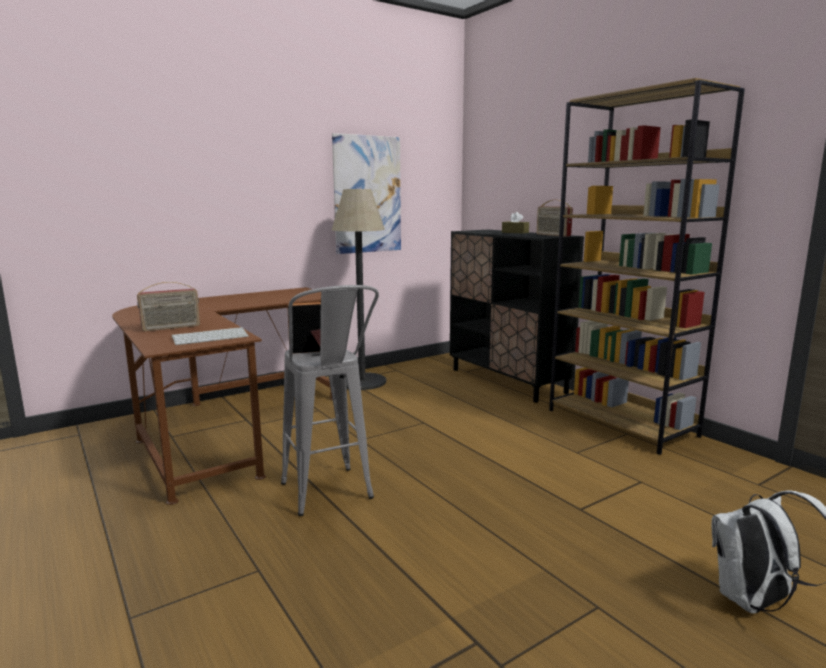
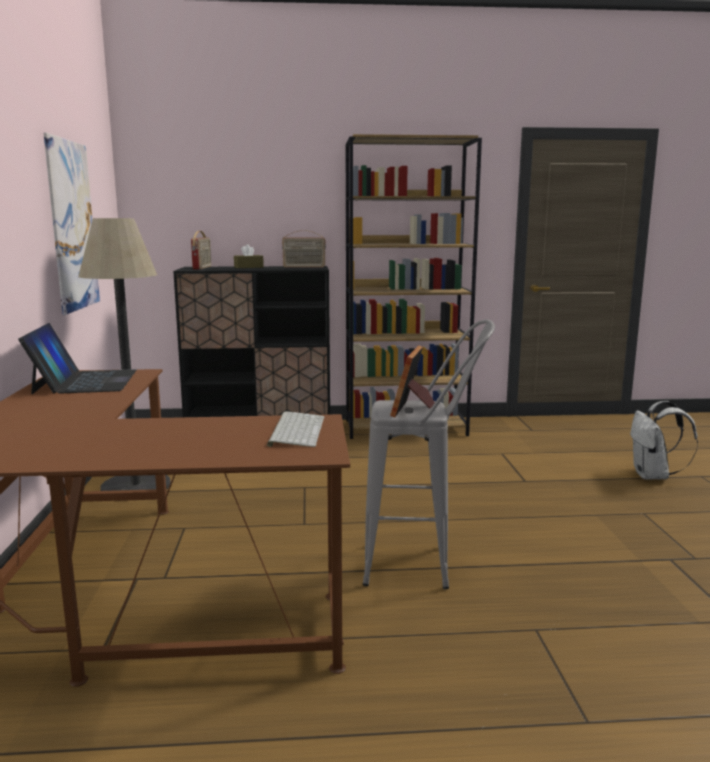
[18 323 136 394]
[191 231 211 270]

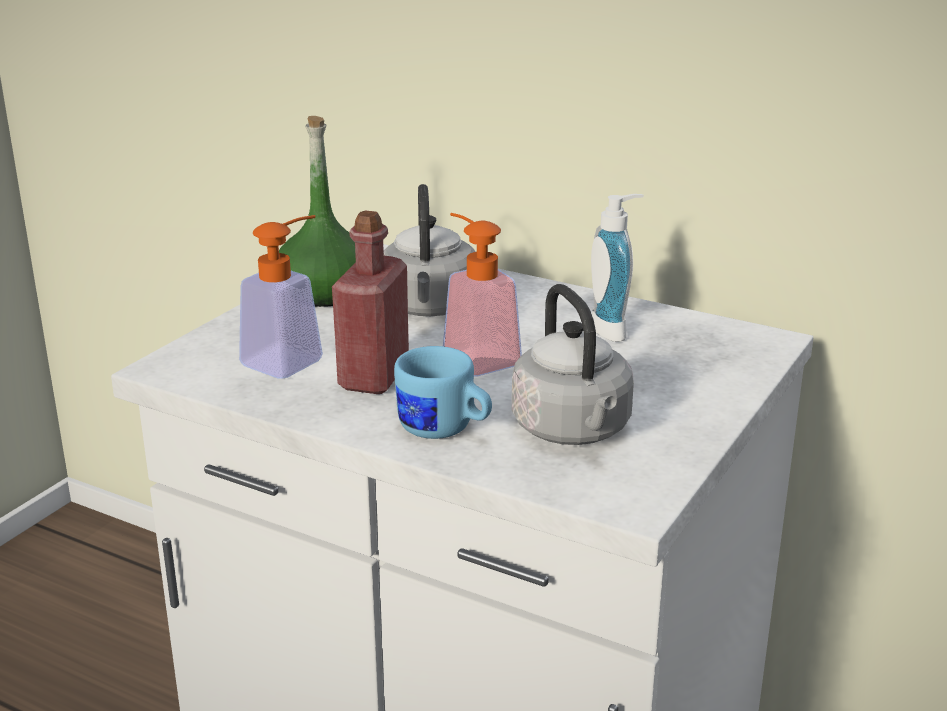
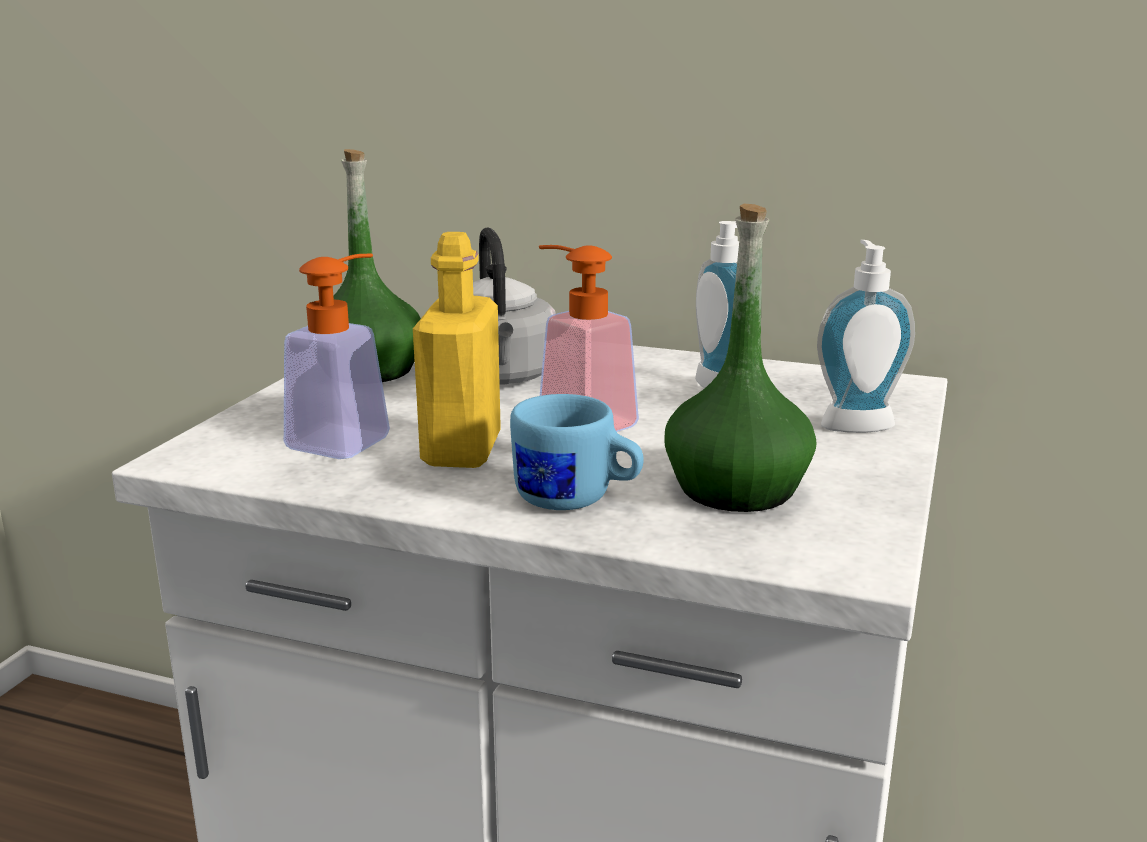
[817 240 915 433]
[664 204 816 512]
[413 232 501 468]

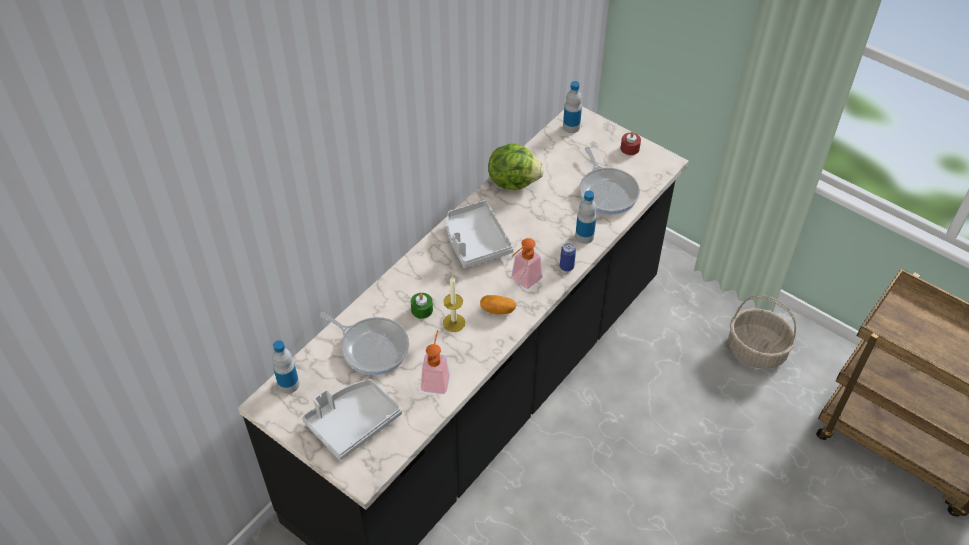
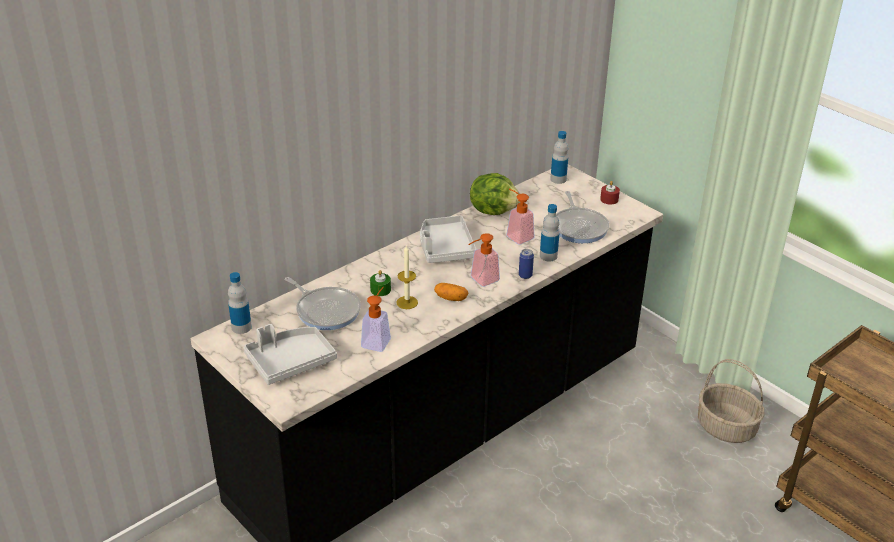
[506 189 534 245]

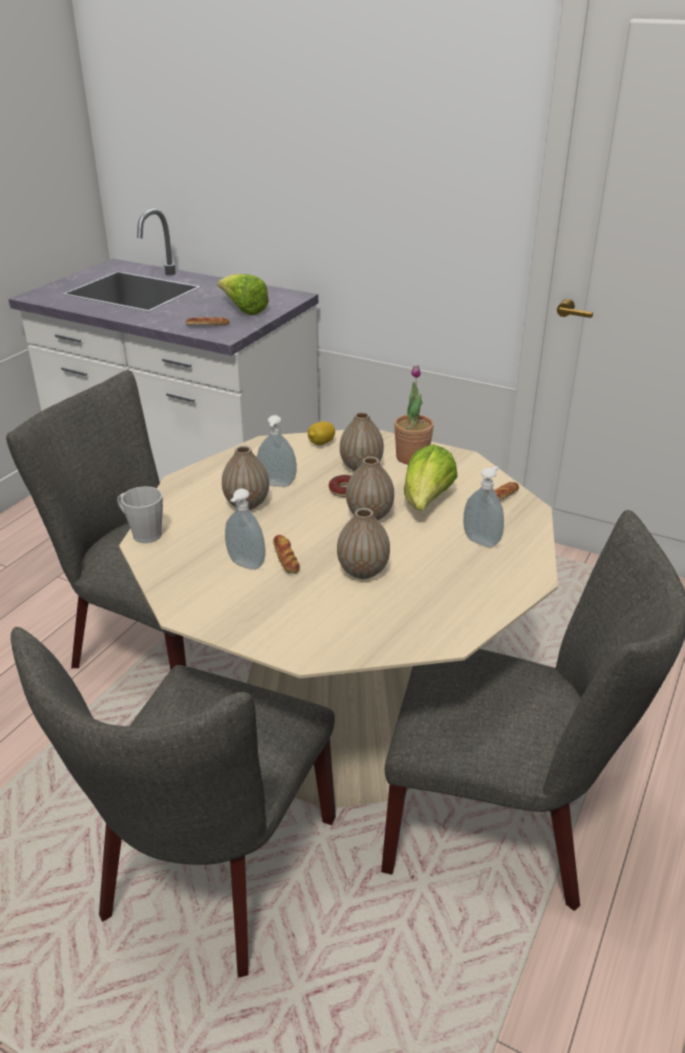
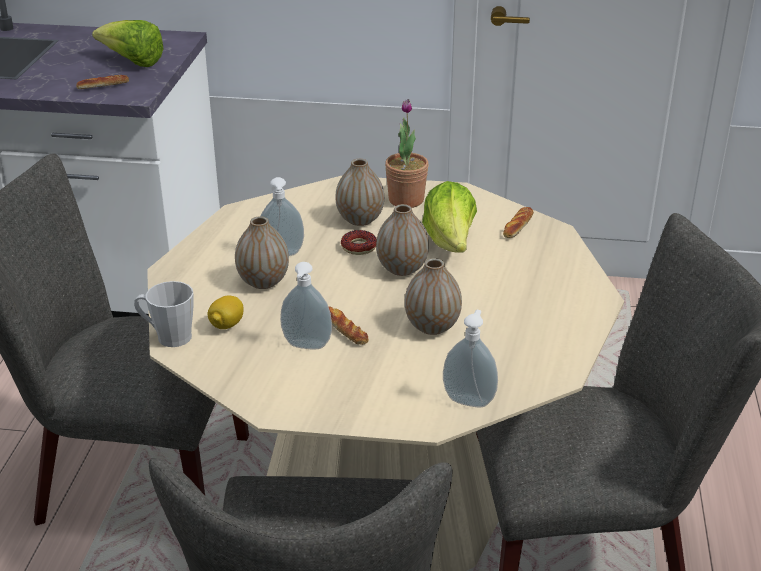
[208 295 244 329]
[443 310 498 407]

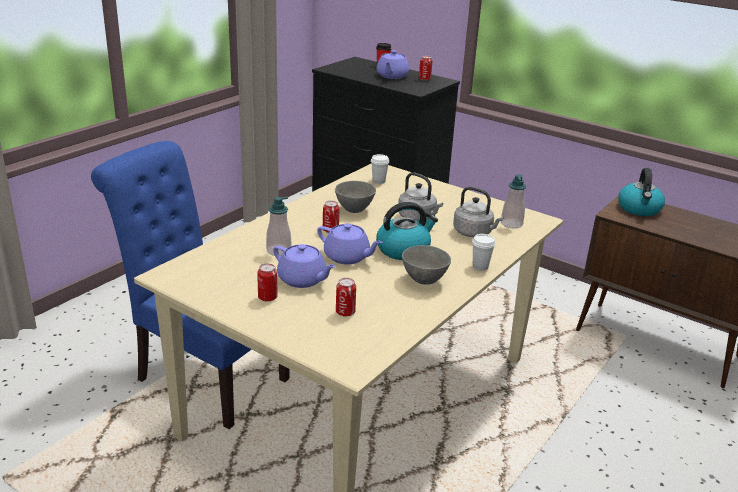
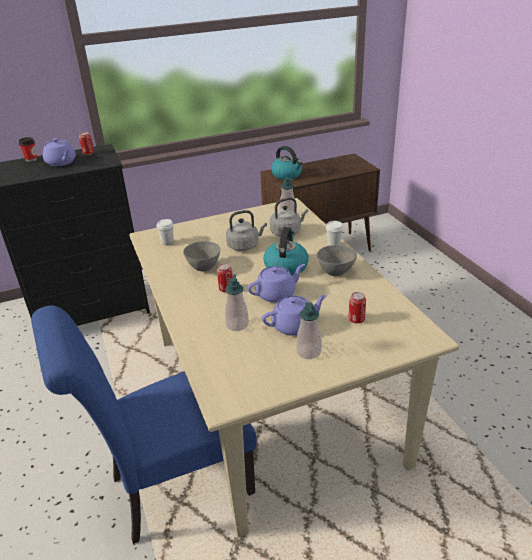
[297 302 322 359]

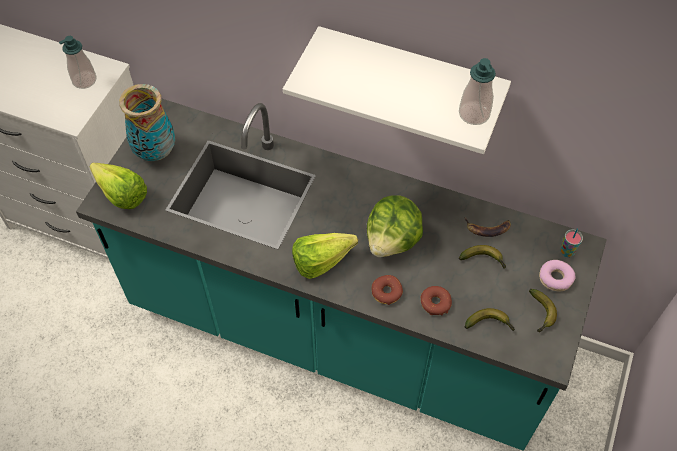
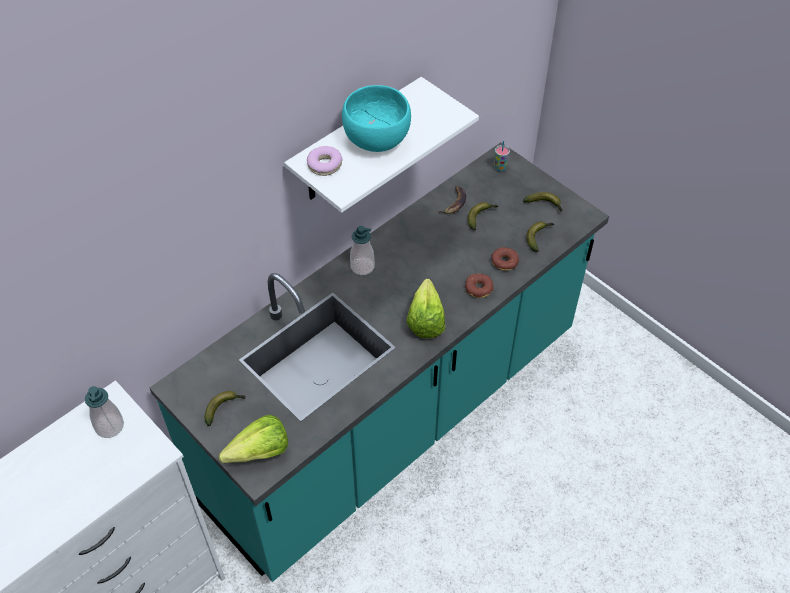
[367 195 423 257] (first image)
[342 85 411 152]
[350 226 375 275]
[307 146 342 176]
[205 391 246 426]

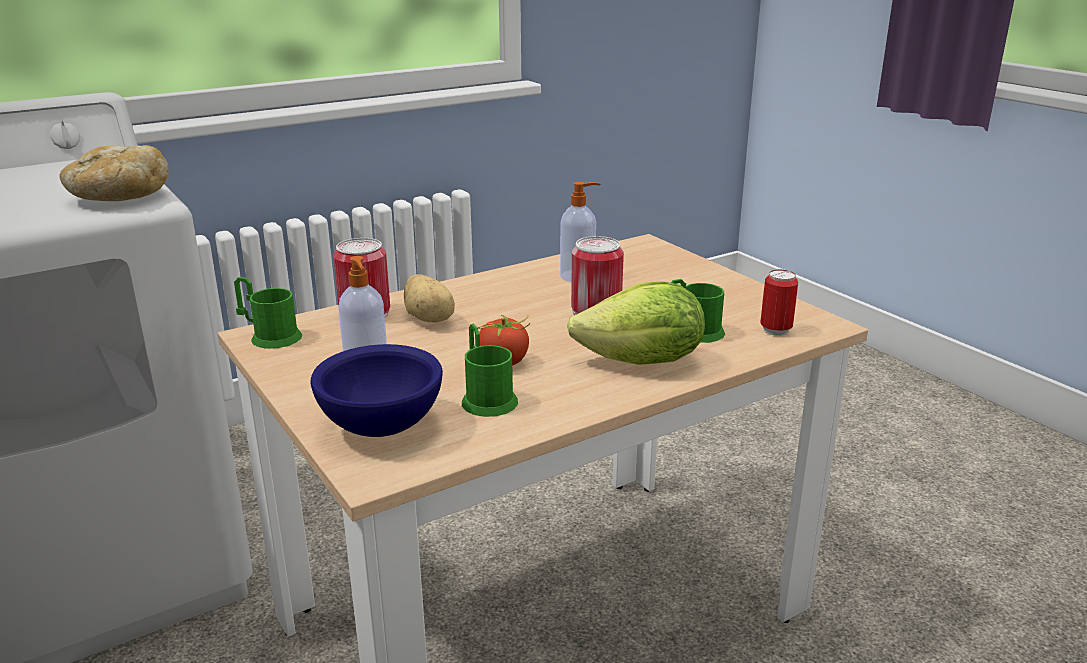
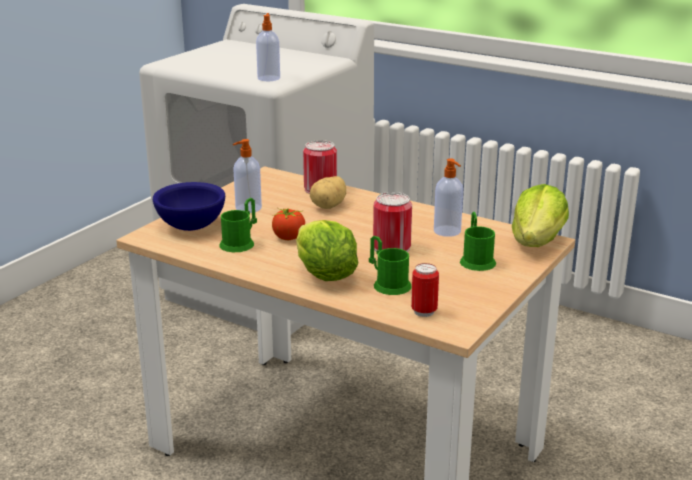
[512 184 569 247]
[460 212 496 271]
[256 13 280 81]

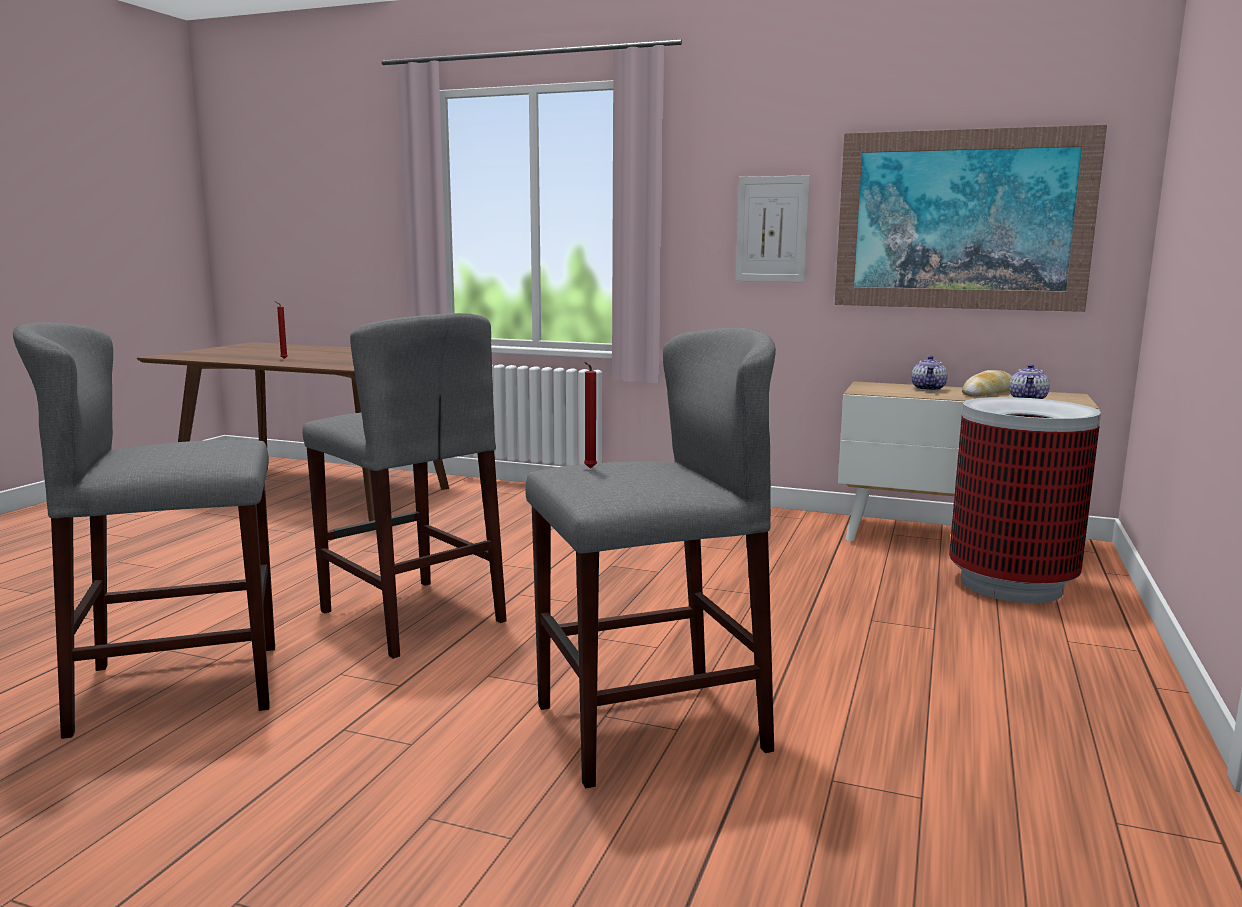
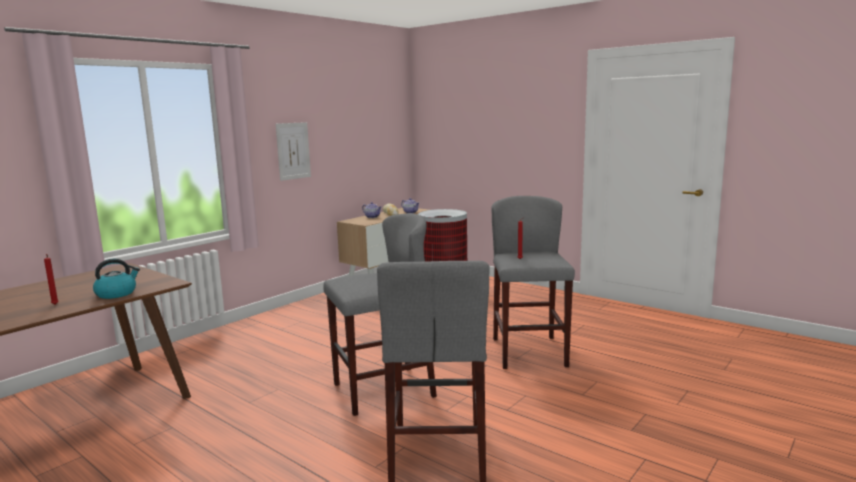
[835 124 1107 312] (first image)
[93 259 140 299]

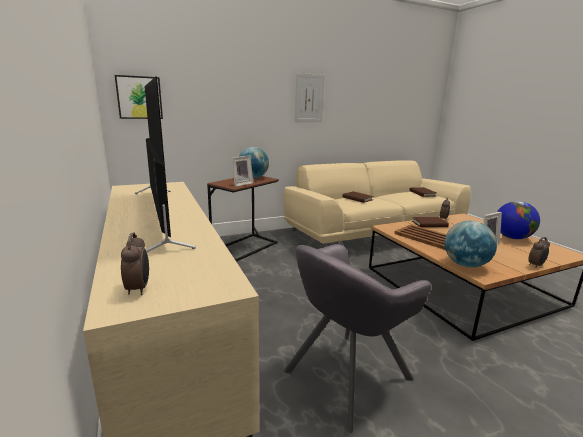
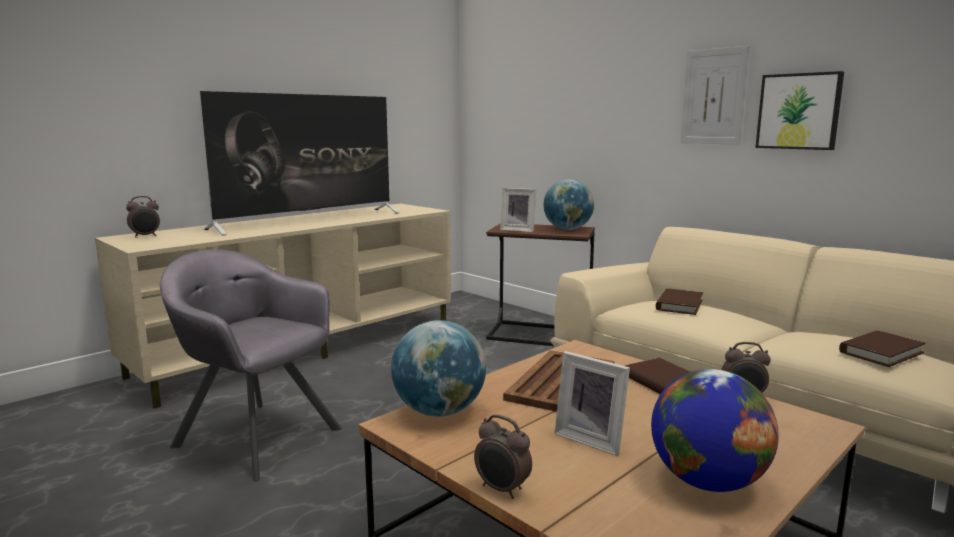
[755 71 844 150]

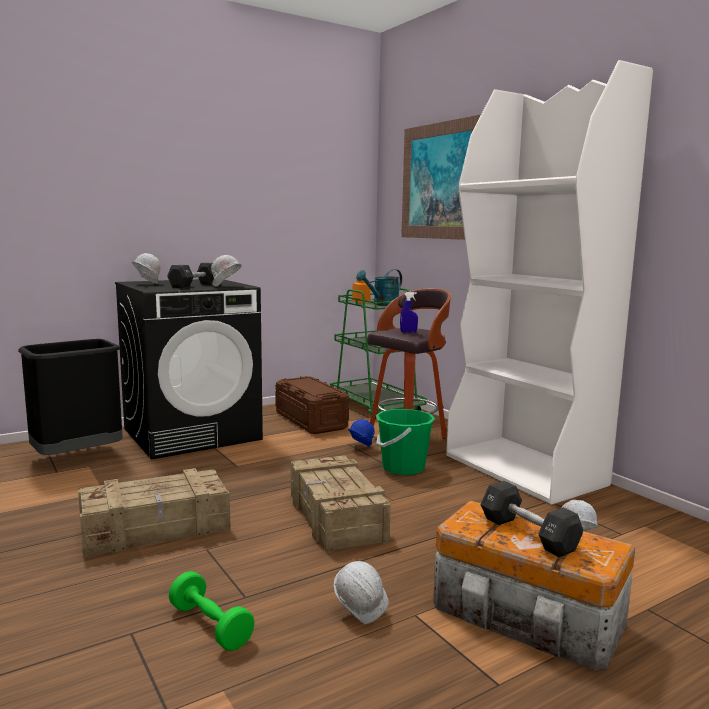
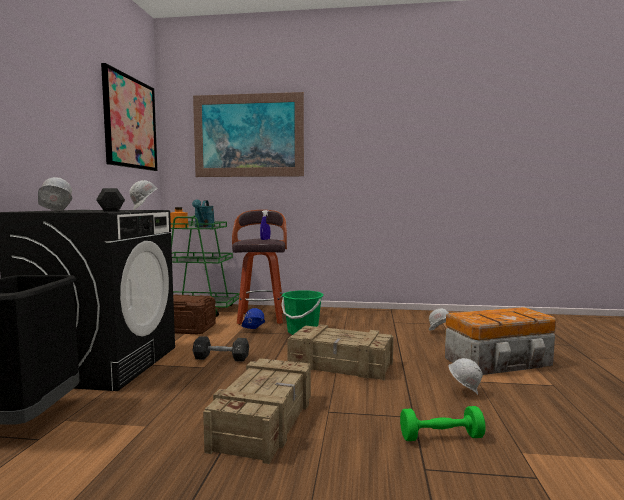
[446 60 653 505] (first image)
[101 63 158 171]
[192 336 249 361]

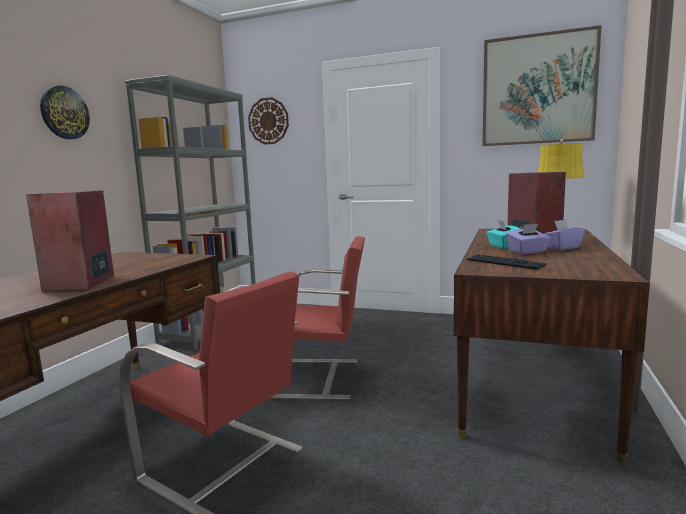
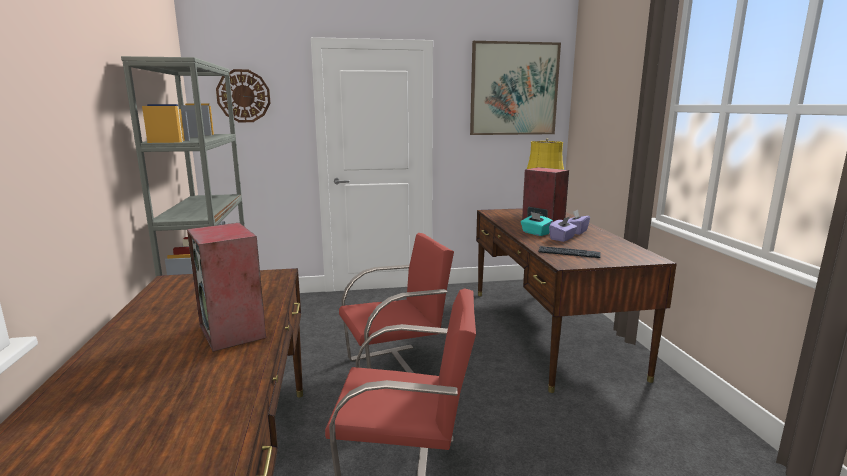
[40 86 90 139] (first image)

